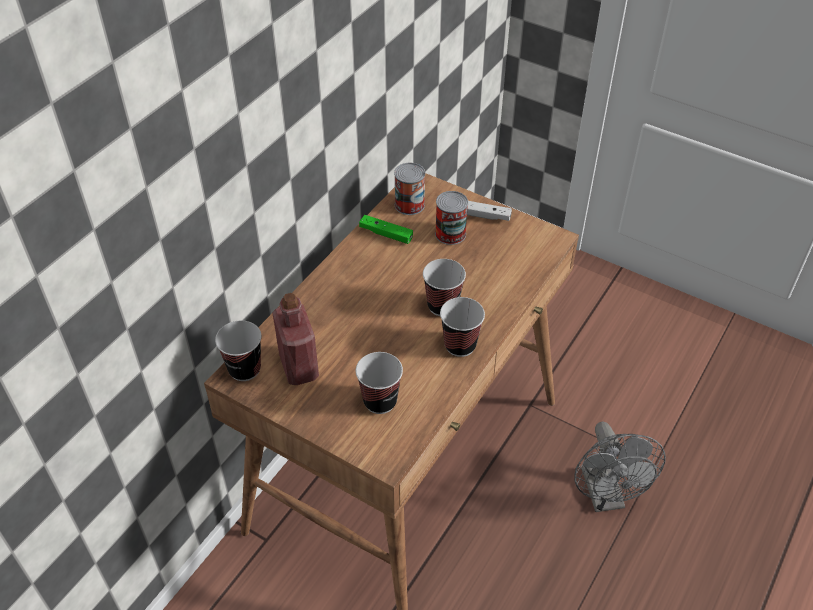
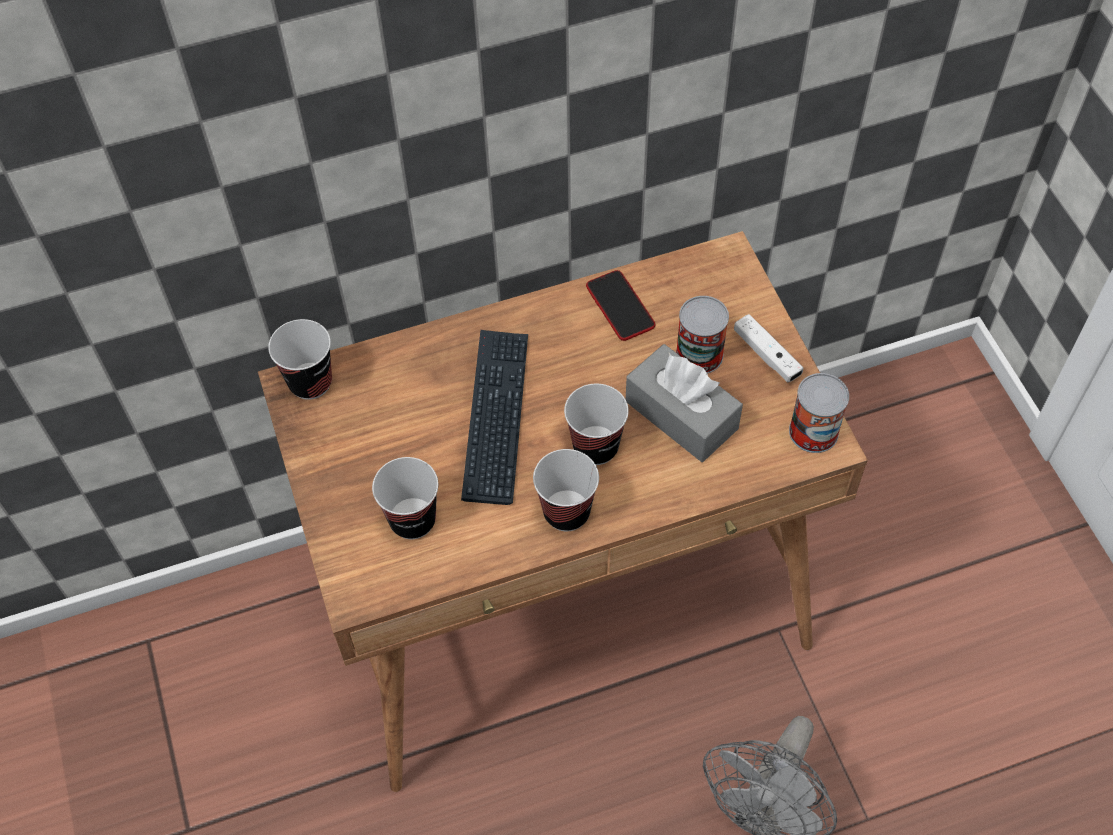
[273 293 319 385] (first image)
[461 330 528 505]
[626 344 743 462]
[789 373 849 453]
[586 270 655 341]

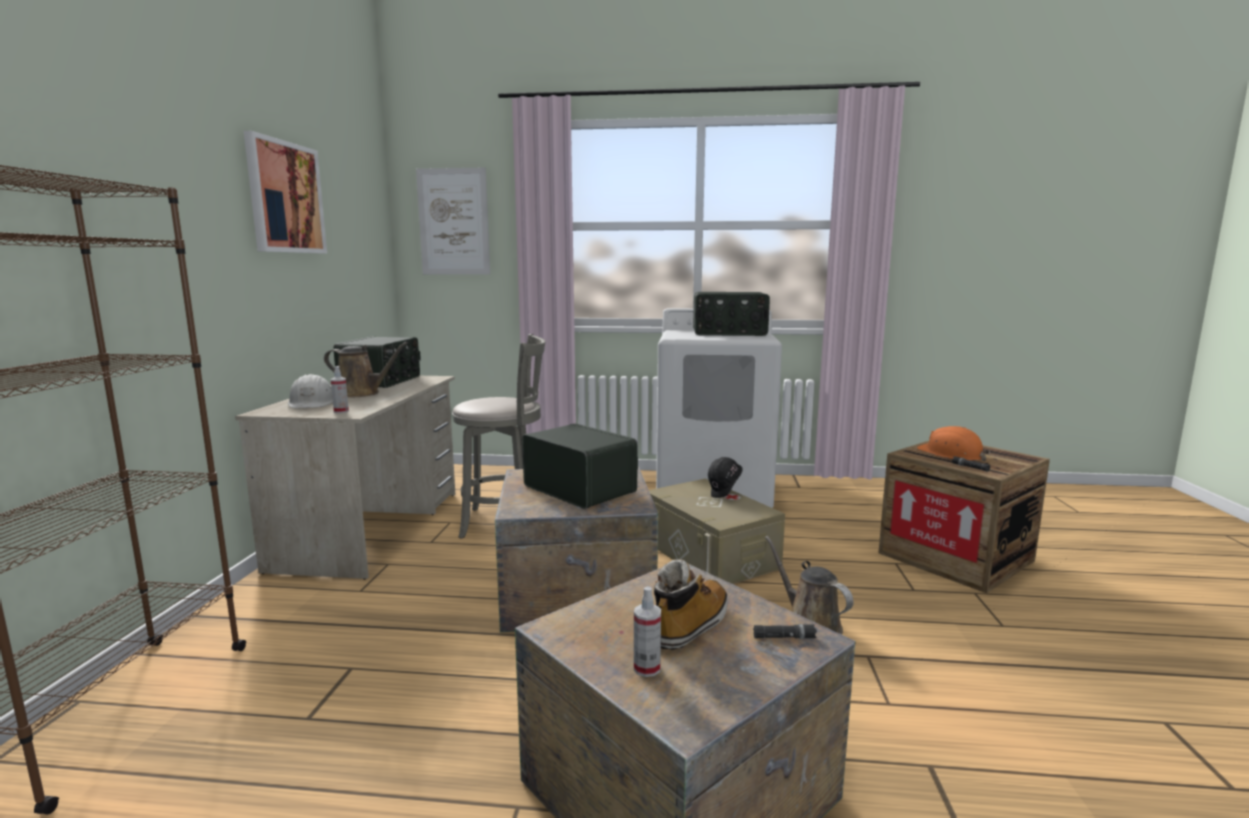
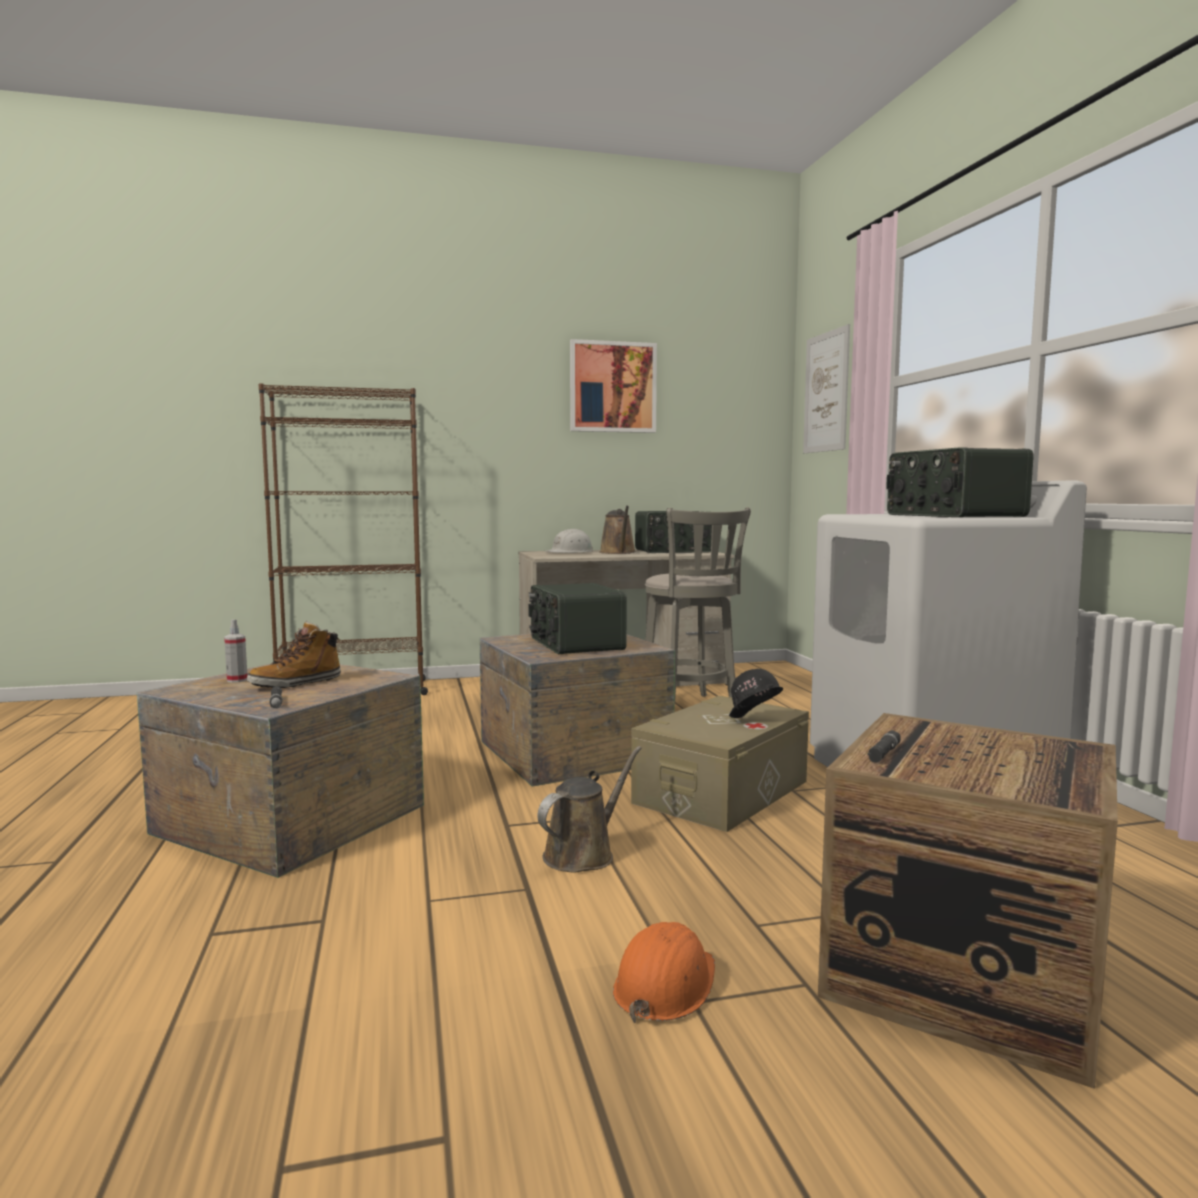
[331 366 349 413] (first image)
[613 922 715 1023]
[528 583 627 654]
[247 621 341 688]

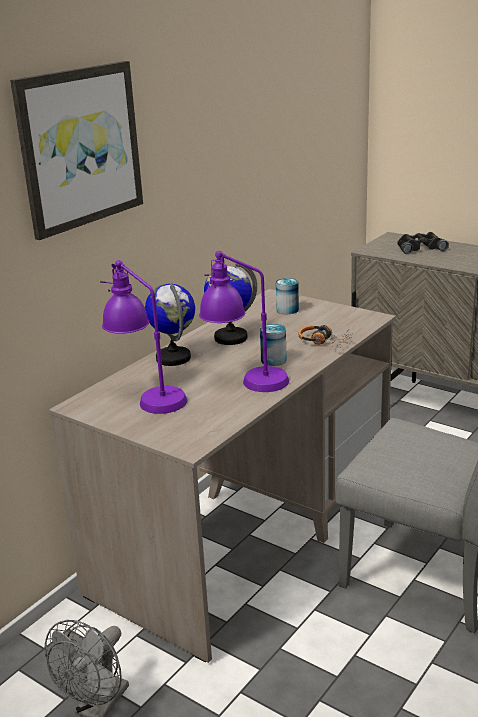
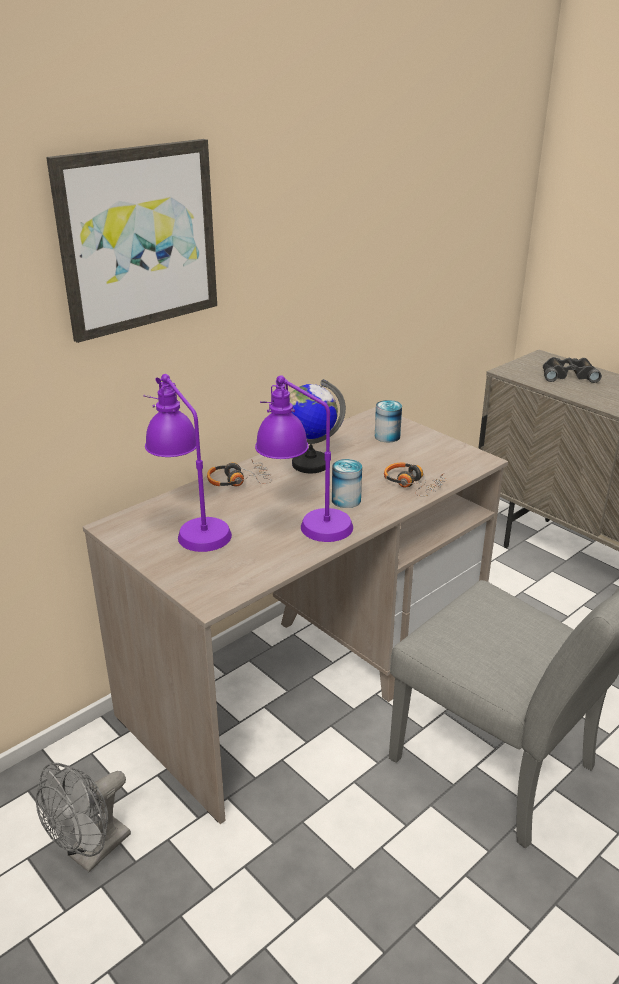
[207 460 272 486]

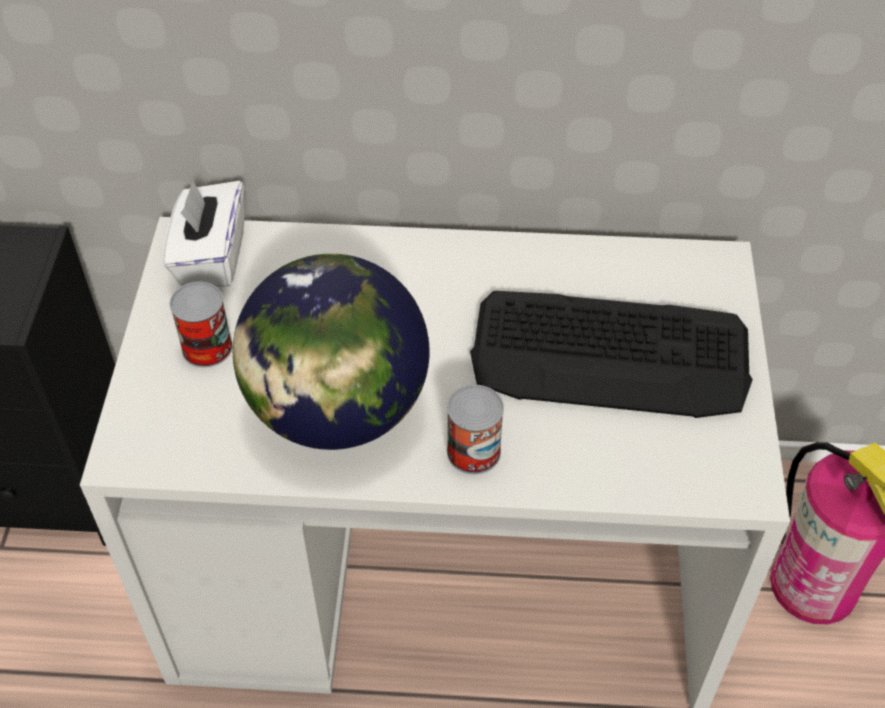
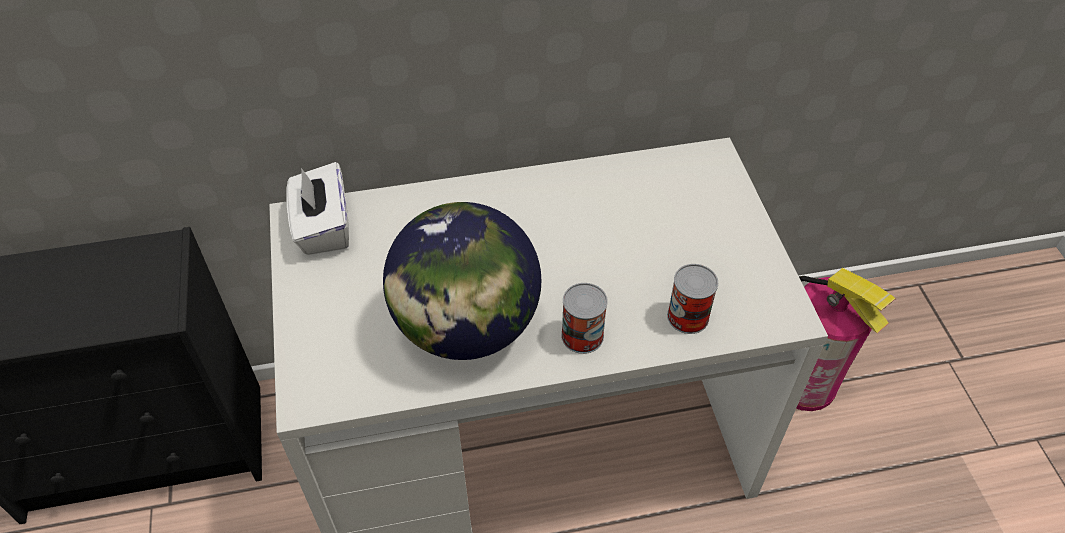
[470 291 753 418] (first image)
[667 264 718 334]

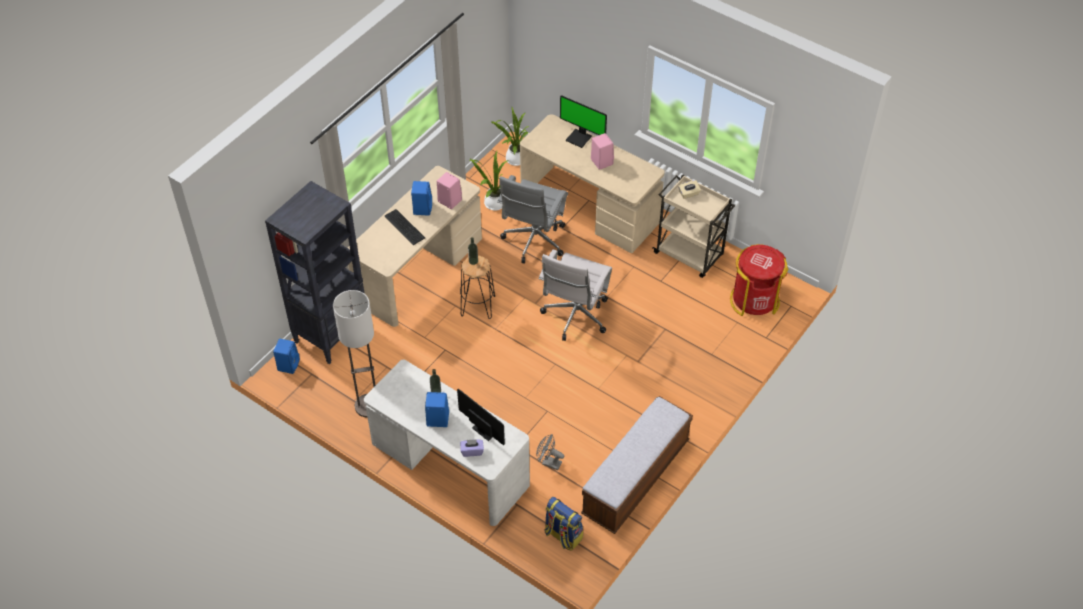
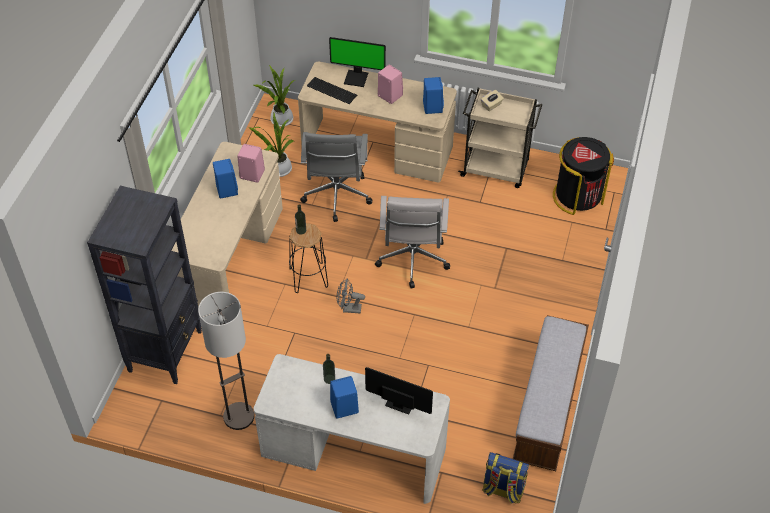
[460 439 484 457] (first image)
[423 77 444 114]
[307 77 357 104]
[337 278 365 313]
[553 137 614 215]

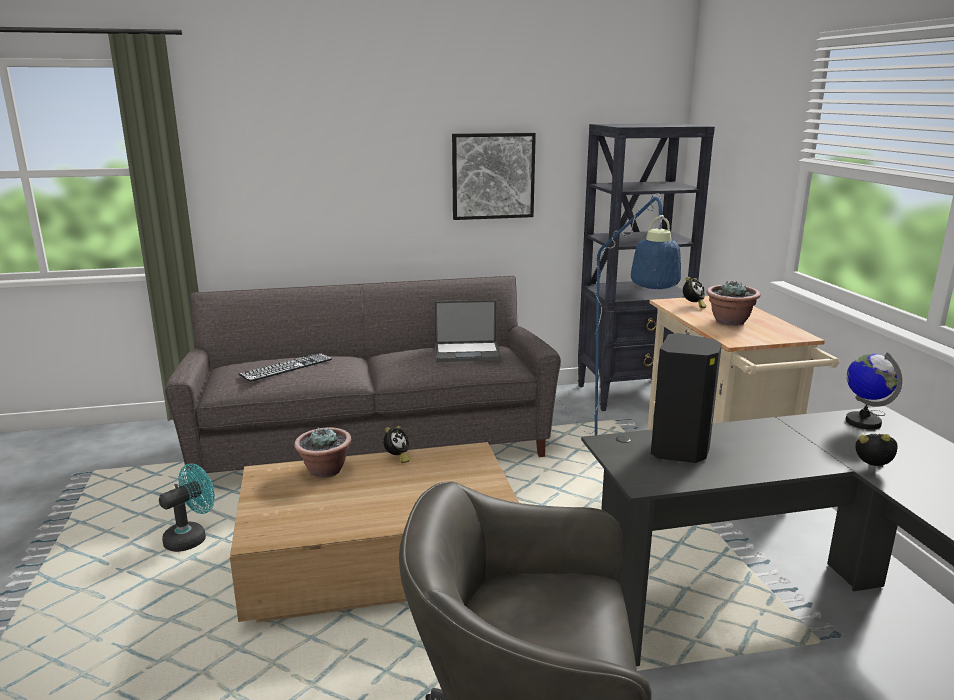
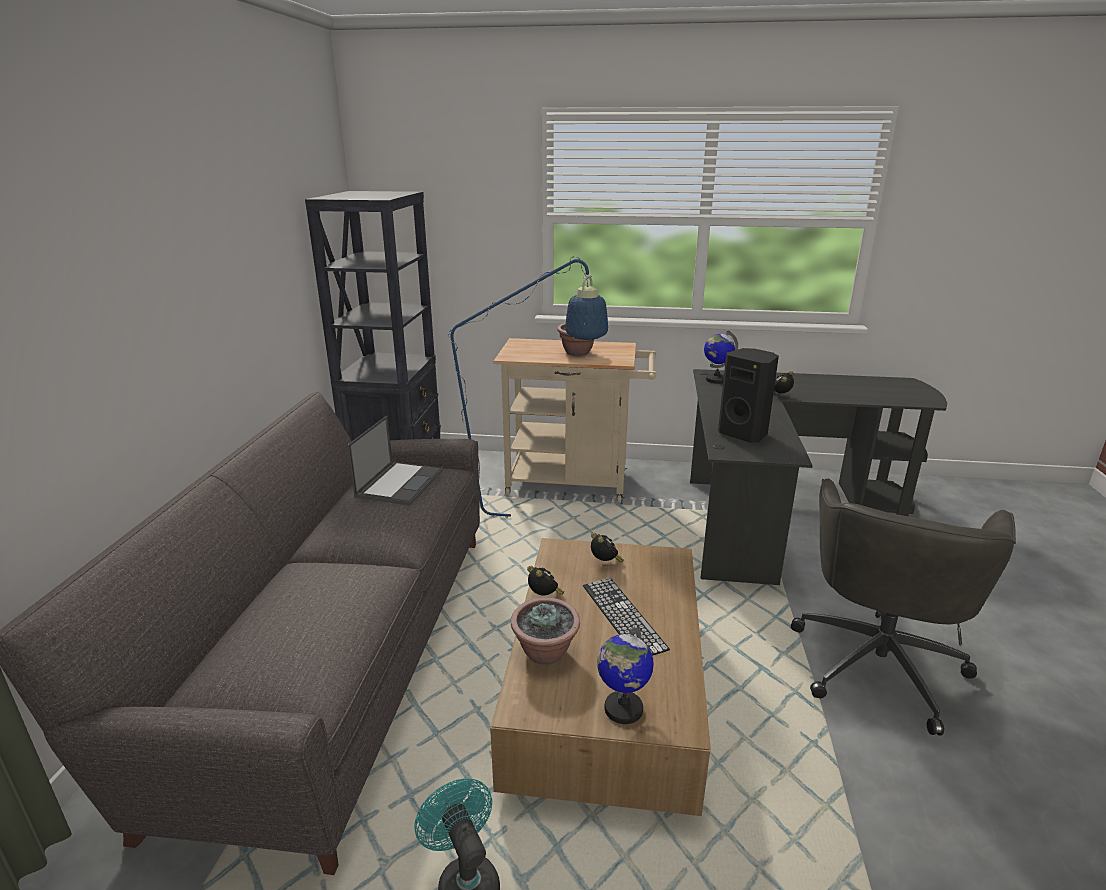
[452 133 536 220] (first image)
[597 627 654 724]
[583 578 670 656]
[591 533 624 562]

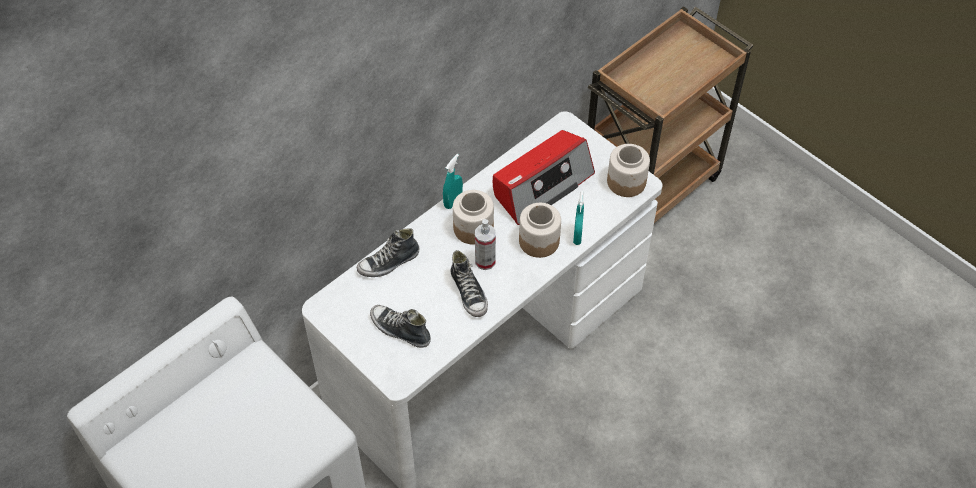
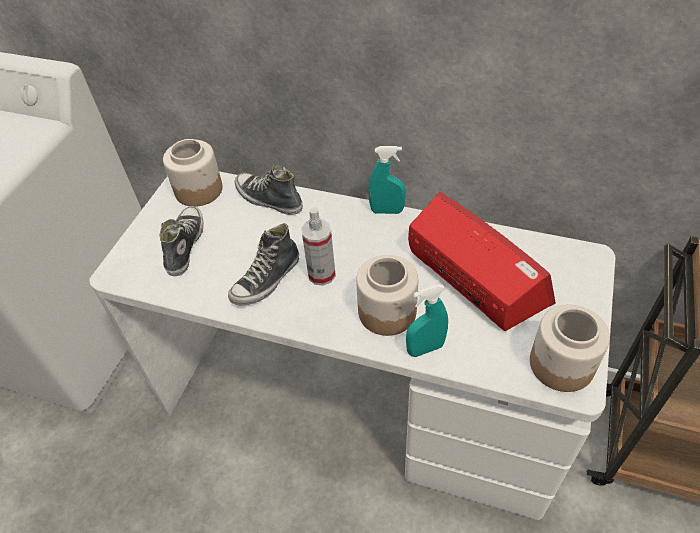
[163 139 223 207]
[408 192 556 331]

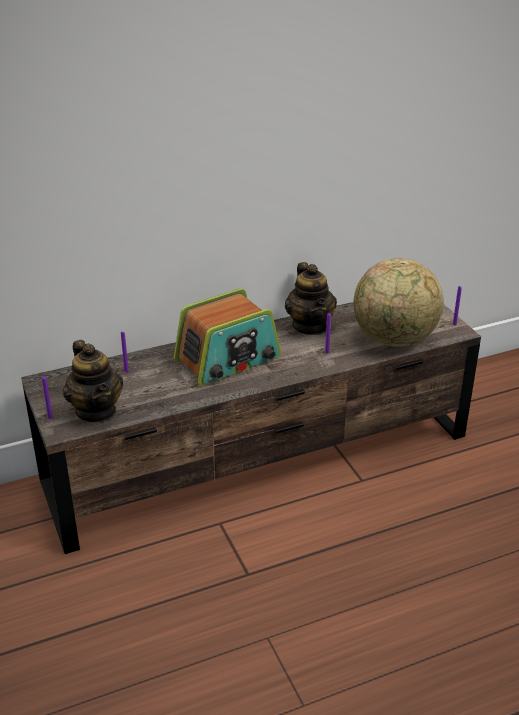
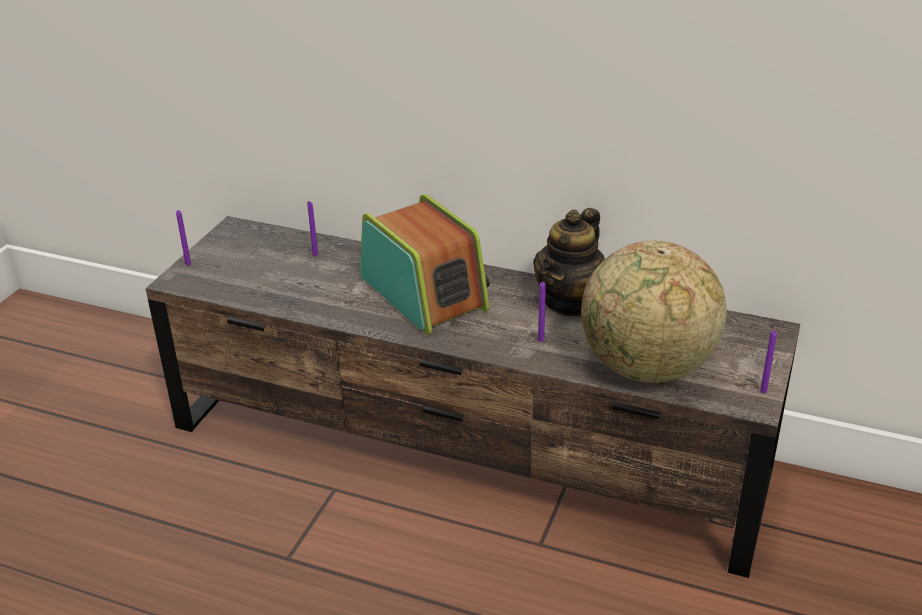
[63 340 123 423] (first image)
[360 194 490 335]

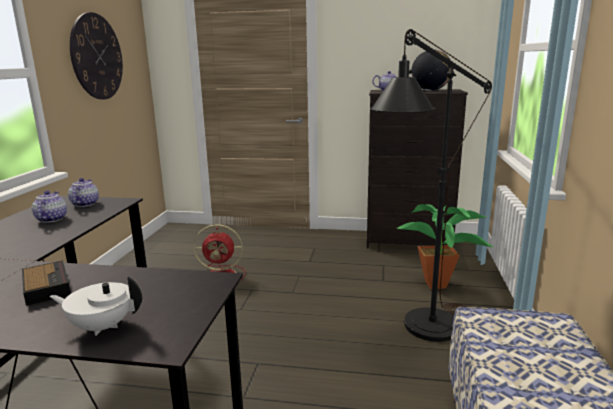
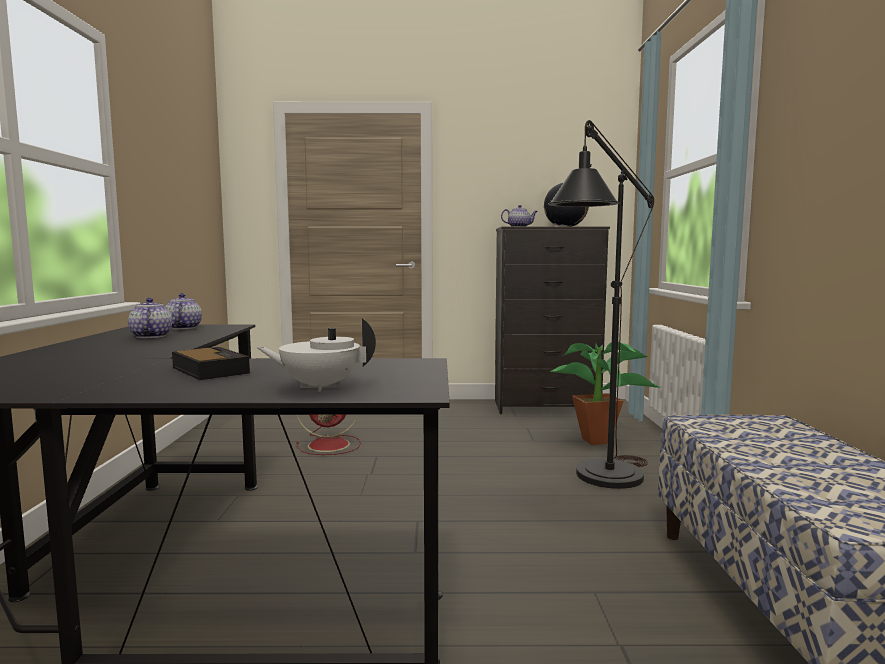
[70 12 123 99] (first image)

